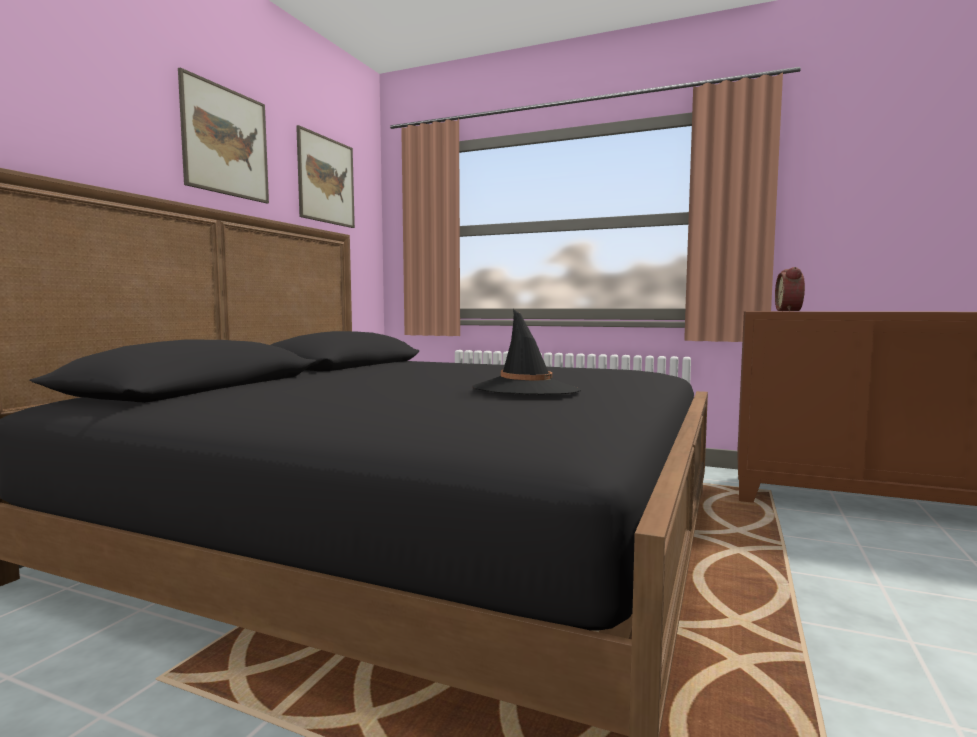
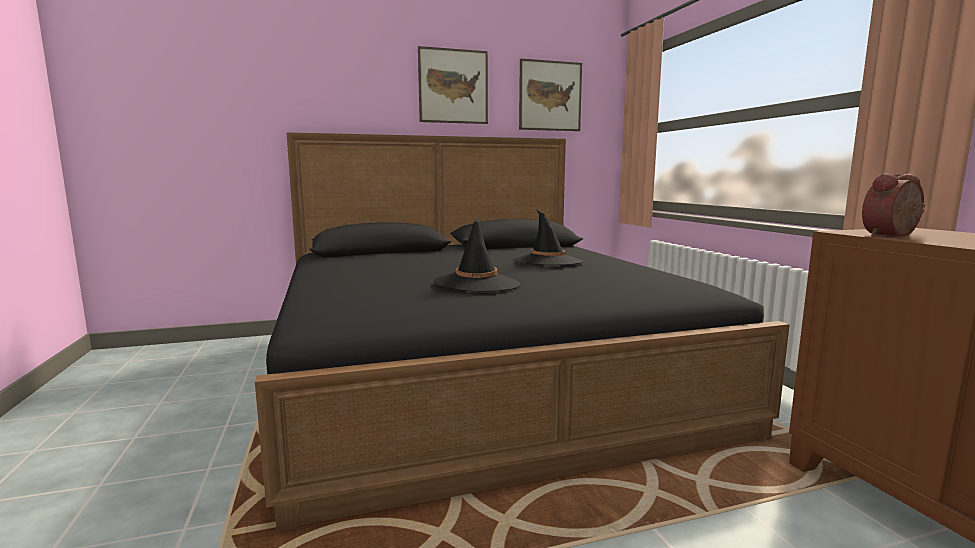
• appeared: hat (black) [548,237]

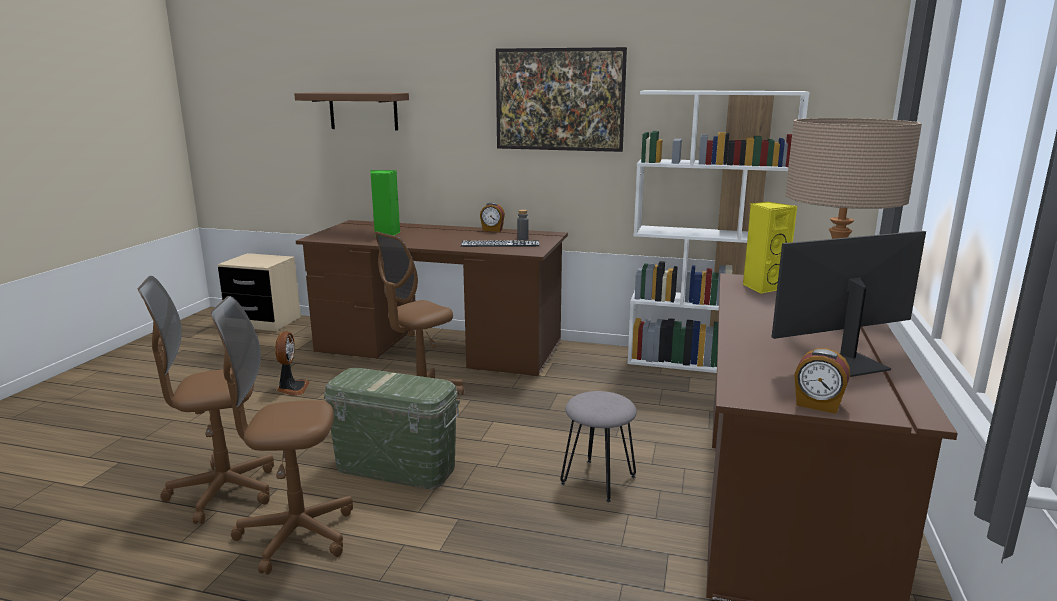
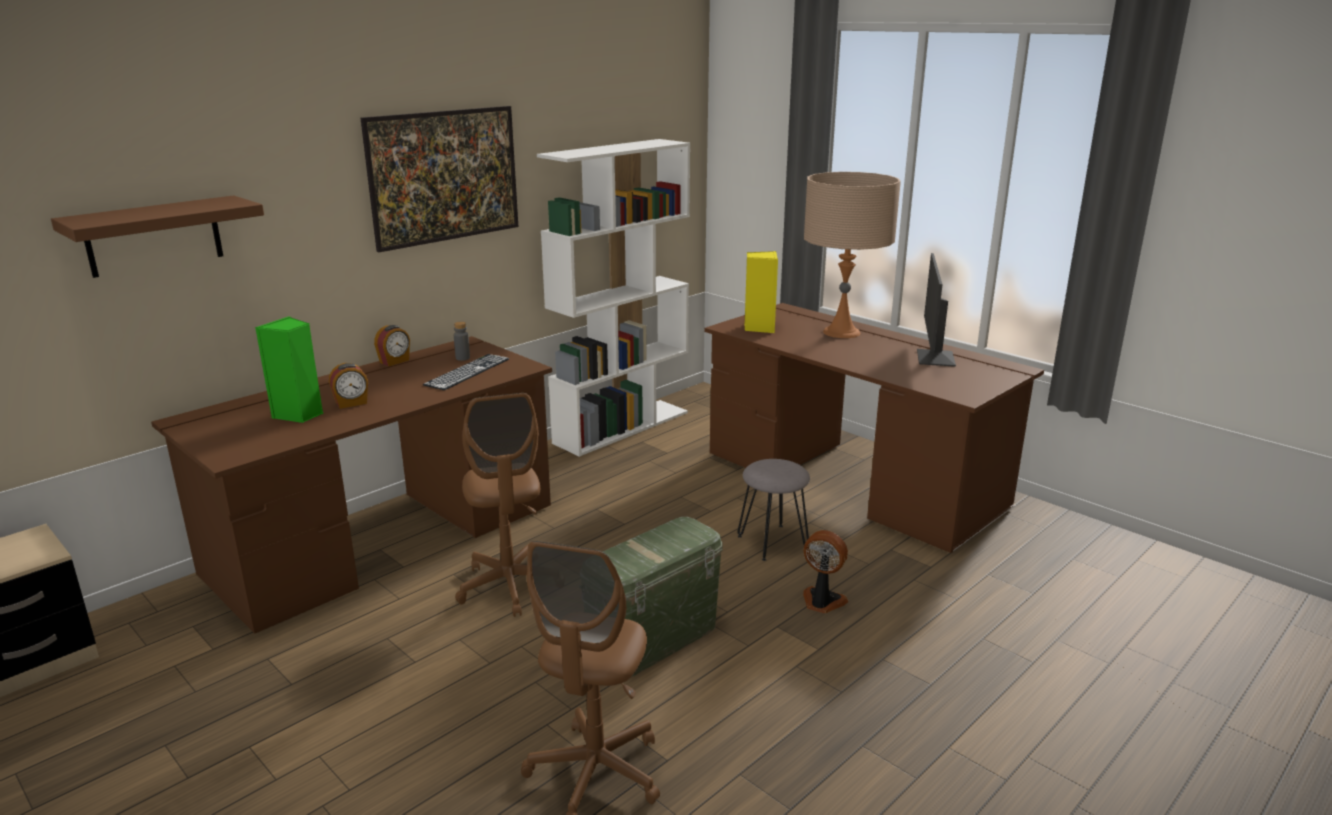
• missing: office chair (brown) [281,435]
• relocated: fan [292,364] to [825,571]
• relocated: alarm clock [822,381] to [348,386]

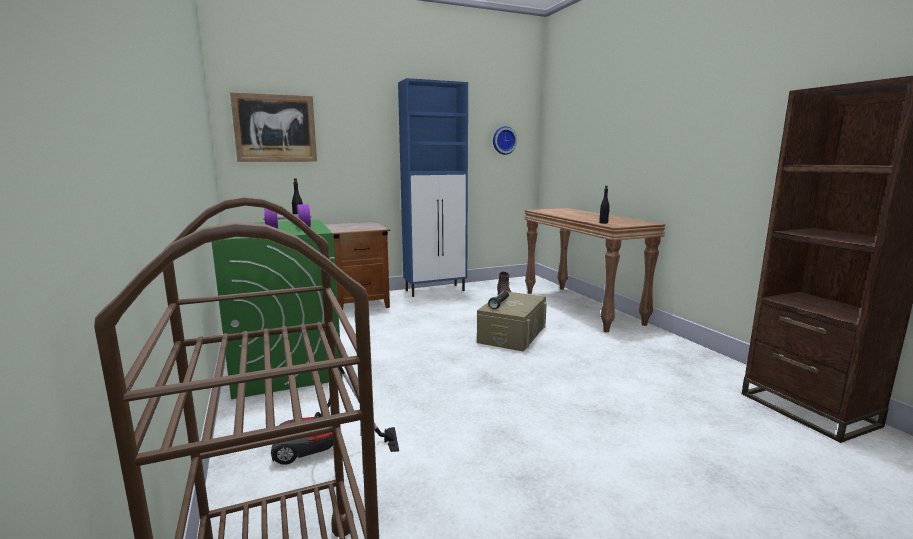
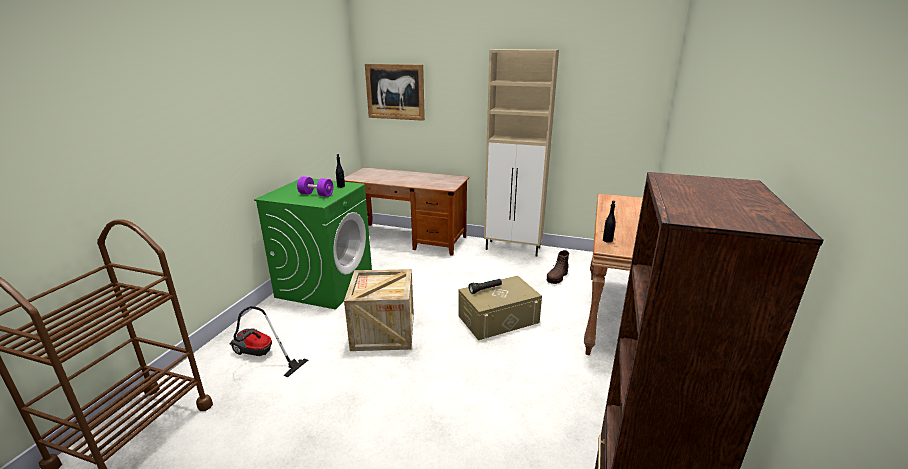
• colour: cabinet (blue) [433,187] to cabinet (beige) [521,153]
• missing: wall clock [505,140]
• appeared: crate [379,310]

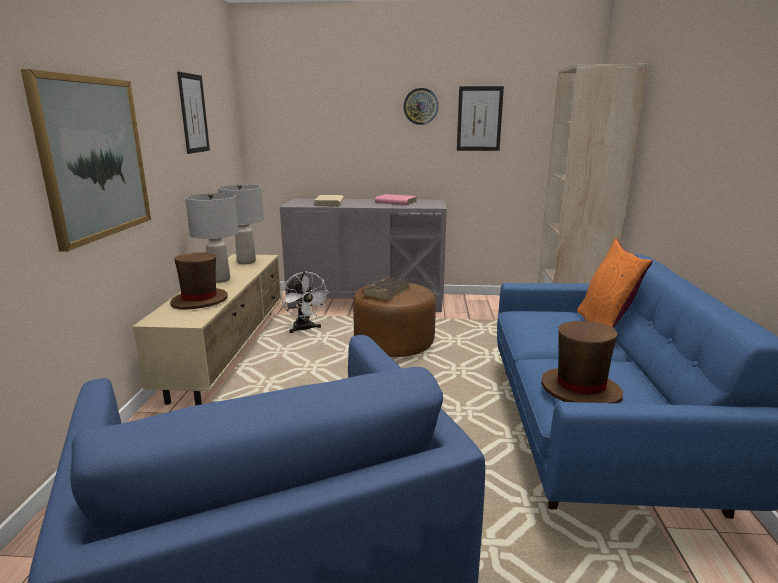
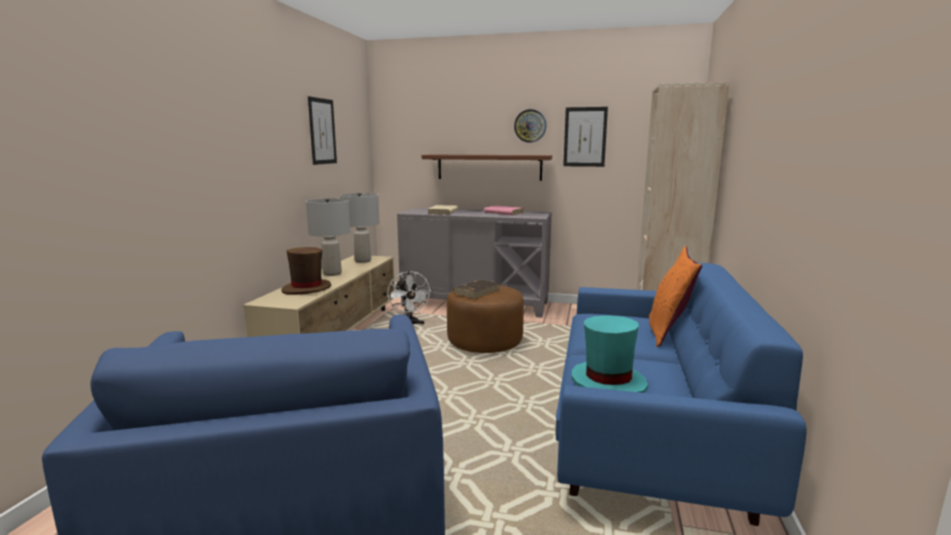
• missing: picture [86,160]
• colour: hat (brown) [582,362] to hat (turquoise) [609,354]
• appeared: shelf (brown) [487,168]

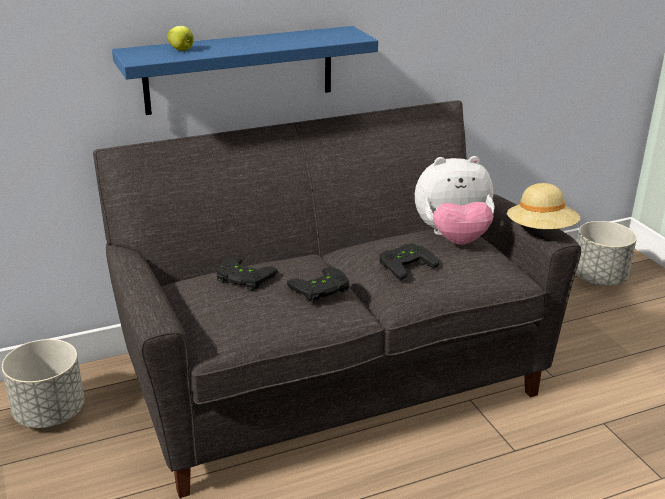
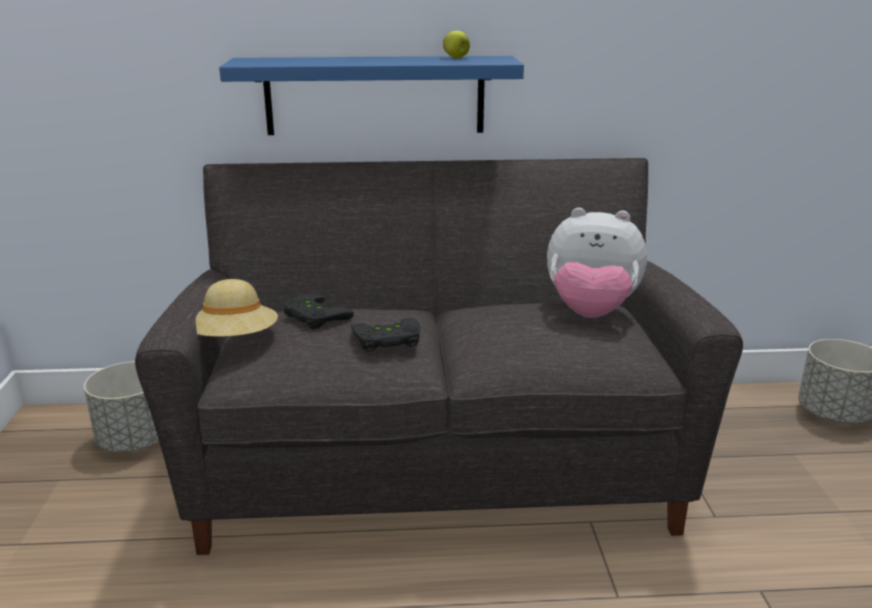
• relocated: apple [180,38] to [456,44]
• missing: game controller (black) [409,261]
• relocated: hat (beige) [543,206] to [237,308]

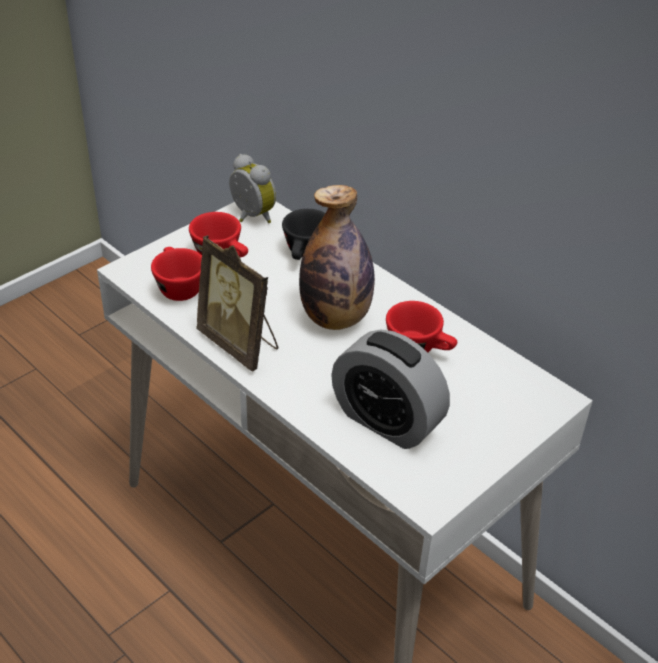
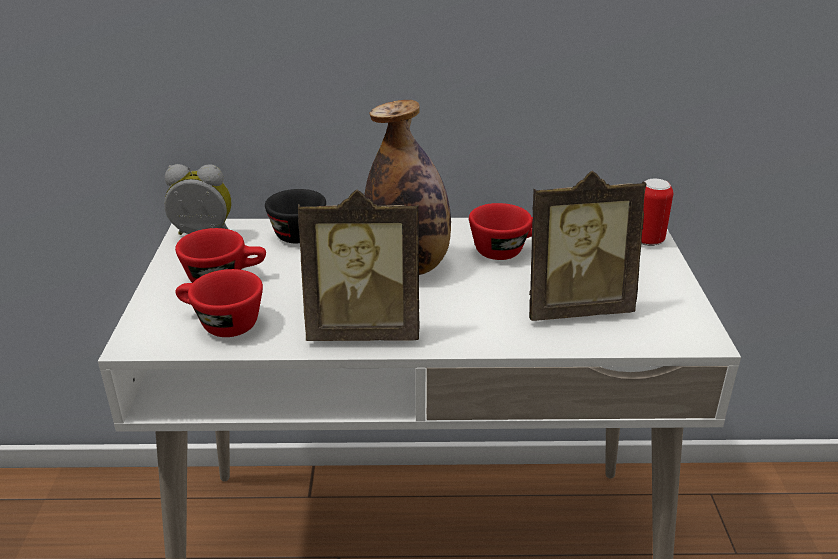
• exchanged: alarm clock [390,389] to picture frame [588,246]
• appeared: can [657,212]

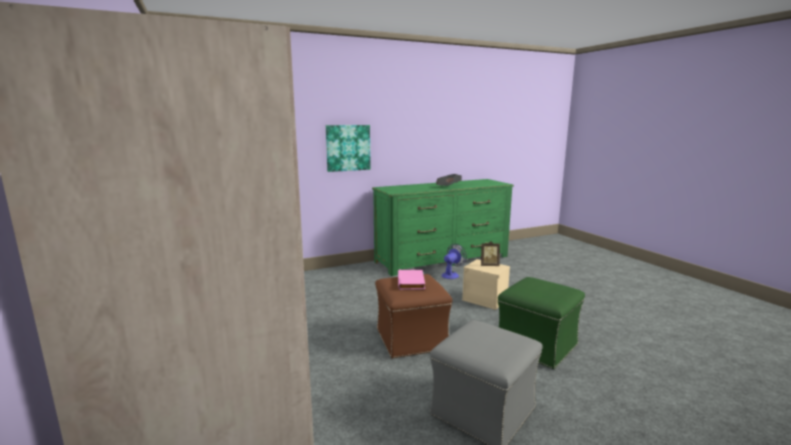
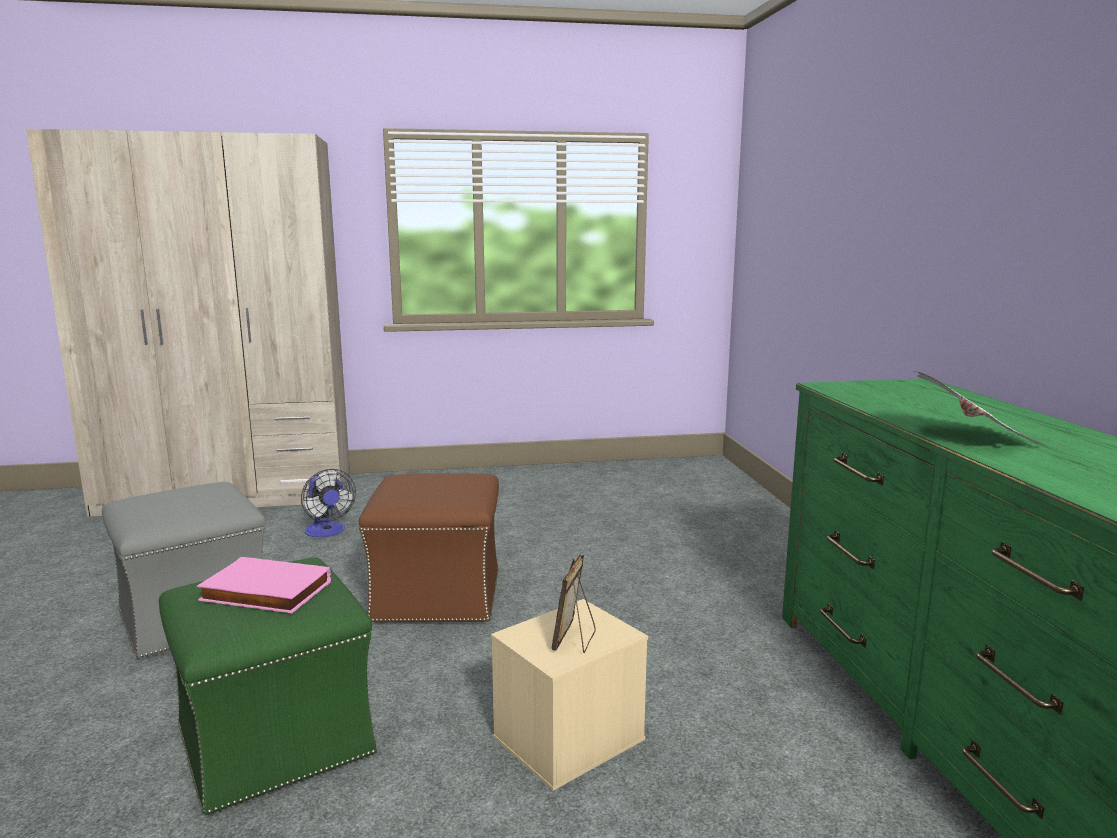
• missing: picture [348,148]
• relocated: book (pink) [411,280] to [264,585]
• relocated: fan [454,261] to [328,503]

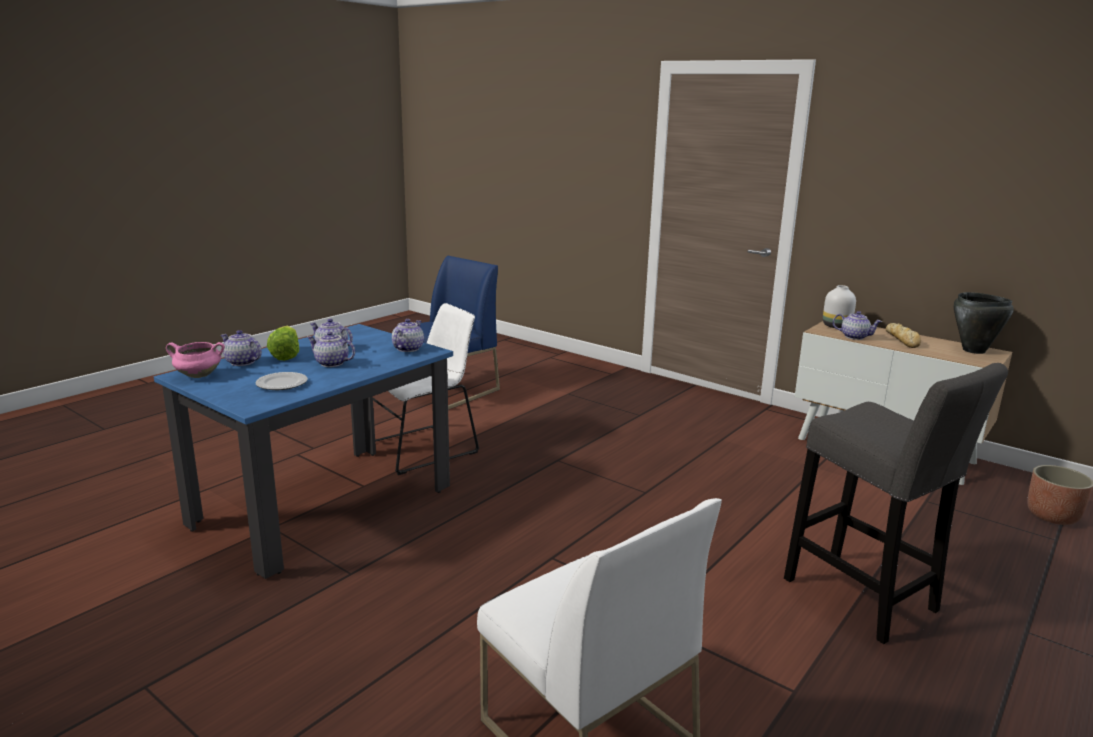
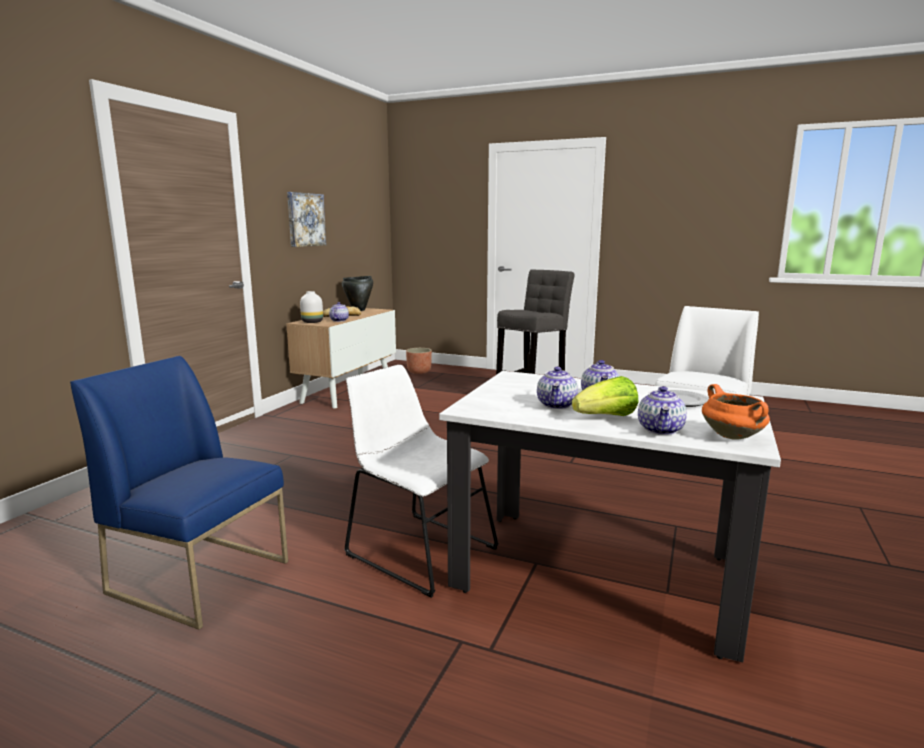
• colour: dining table (blue) [303,451] to dining table (white) [610,516]
• colour: cooking pot (pink) [195,360] to cooking pot (orange) [736,412]
• missing: teapot [408,335]
• appeared: picture [306,219]

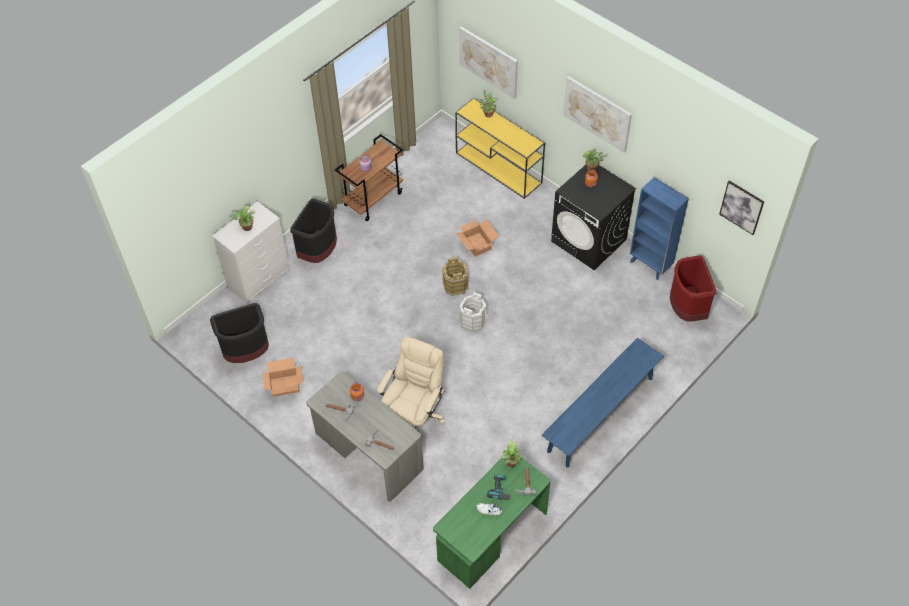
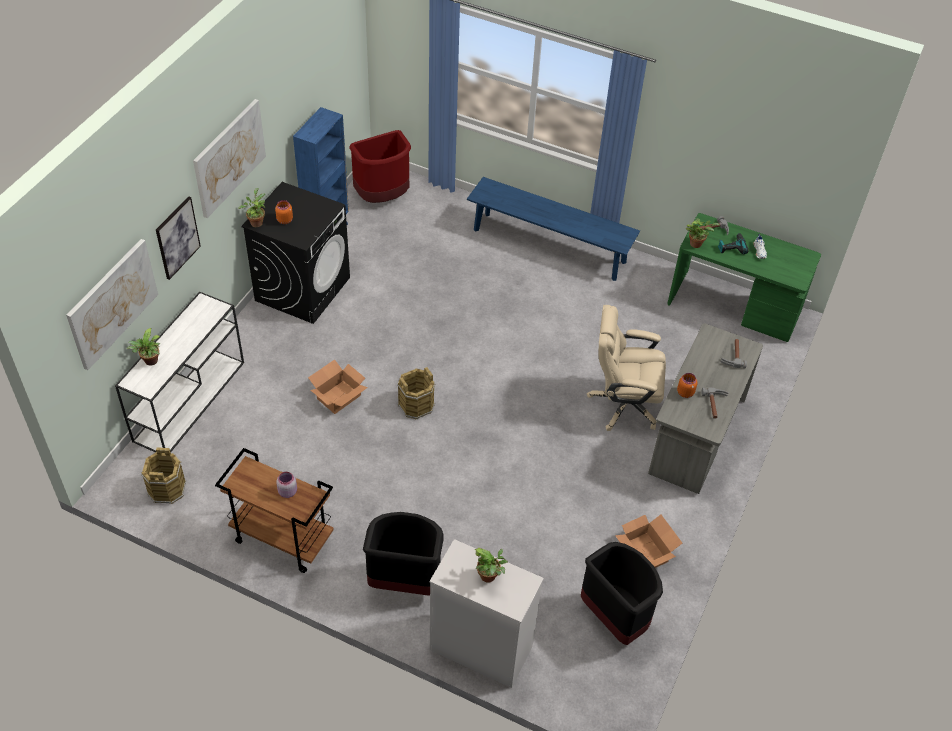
• colour: console table (yellow) [500,148] to console table (white) [179,372]
• missing: bucket (white) [473,312]
• relocated: picture [741,208] to [178,238]
• appeared: bucket (brown) [163,475]

